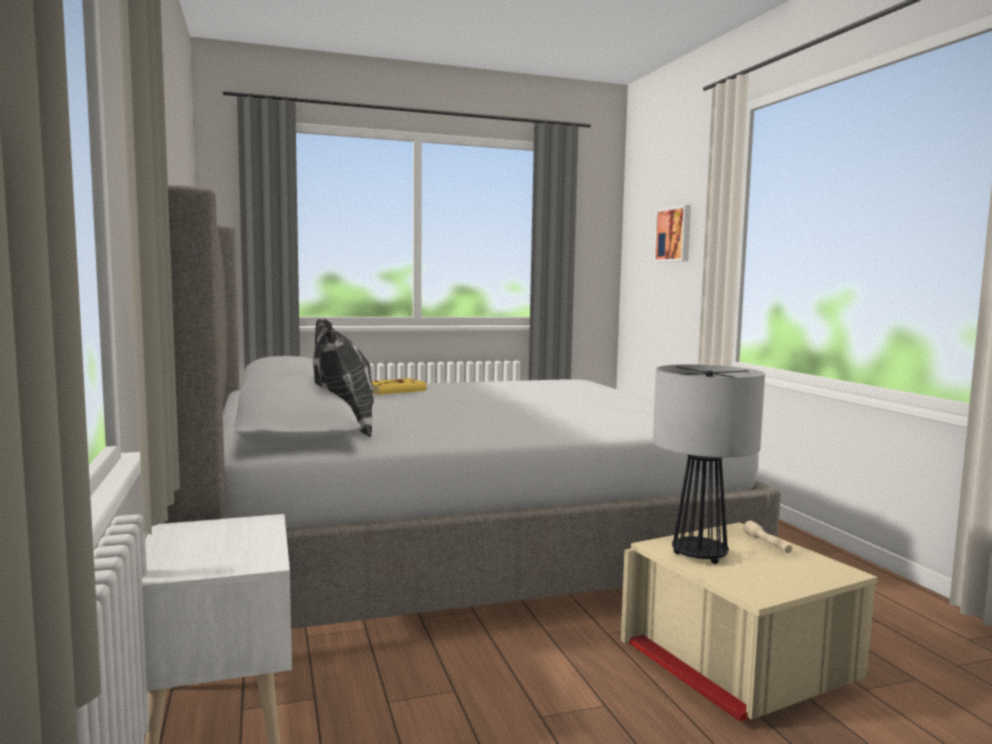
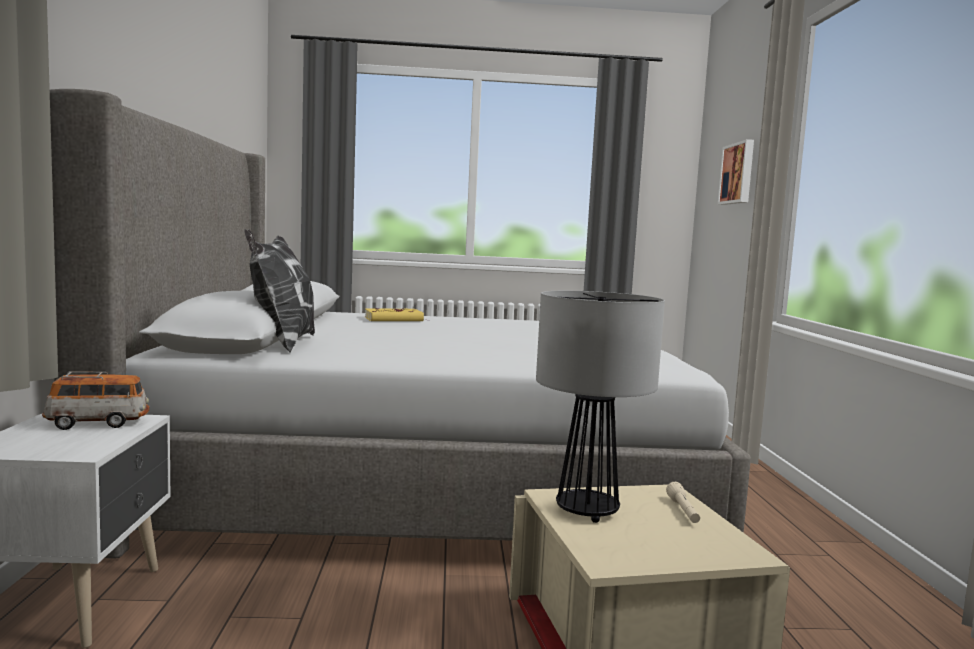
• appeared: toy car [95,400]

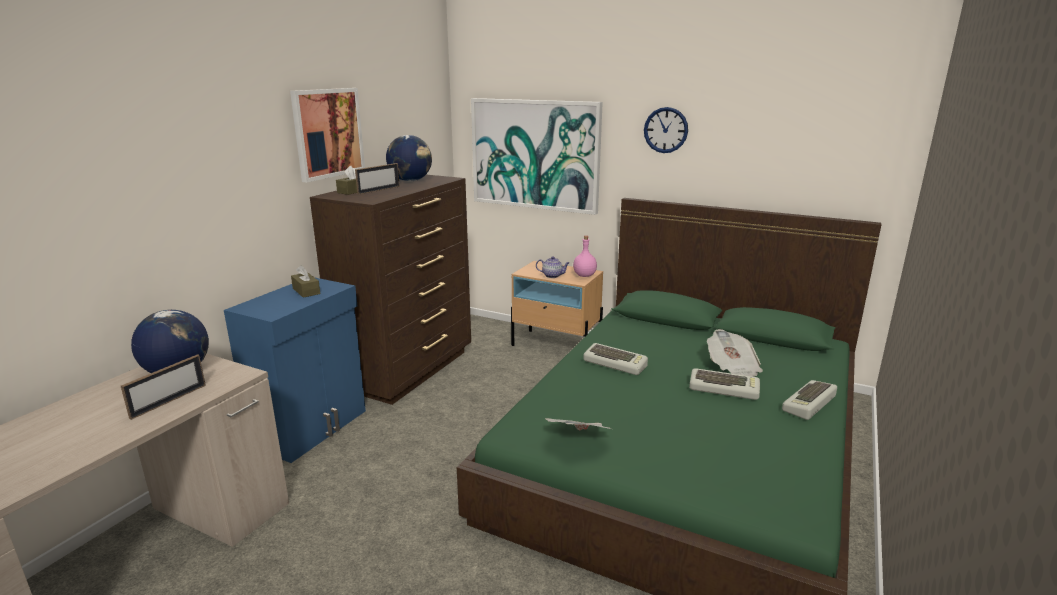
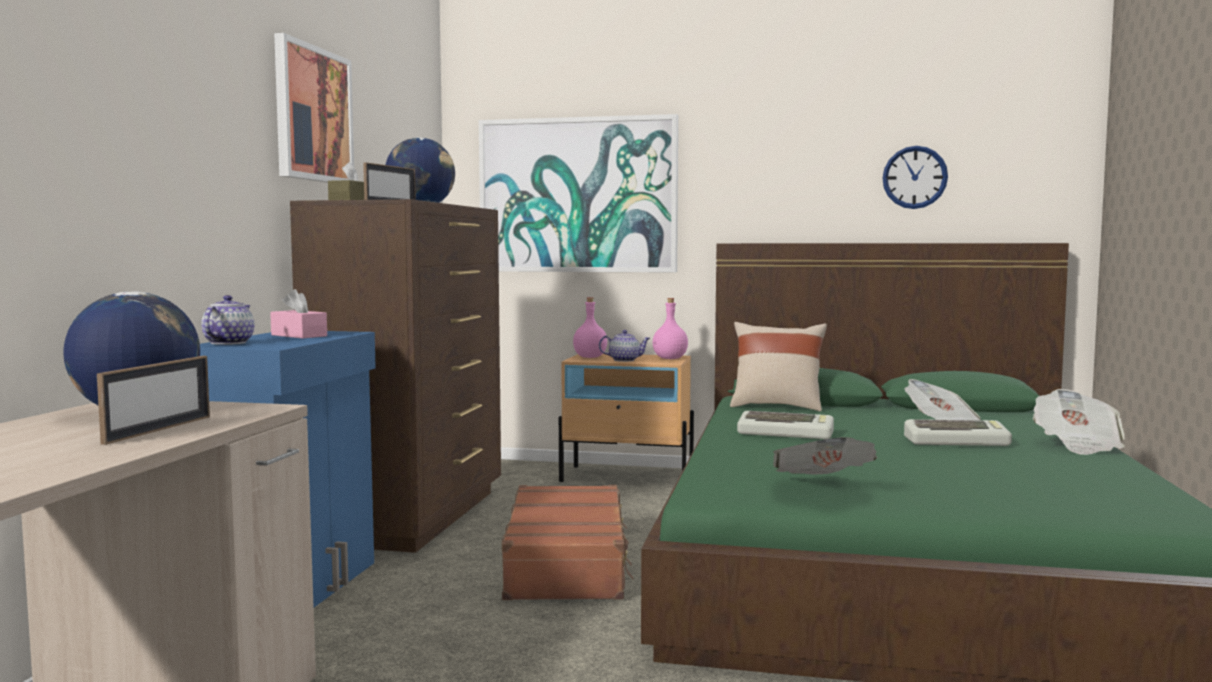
• colour: tissue box (brown) [305,281] to tissue box (pink) [298,314]
• relocated: wall clock [666,130] to [915,177]
• exchanged: keyboard [809,400] to newspaper [1078,422]
• appeared: teapot [227,320]
• appeared: suitcase (brown) [568,542]
• appeared: bottle (pink) [590,327]
• appeared: pillow (beige) [778,366]

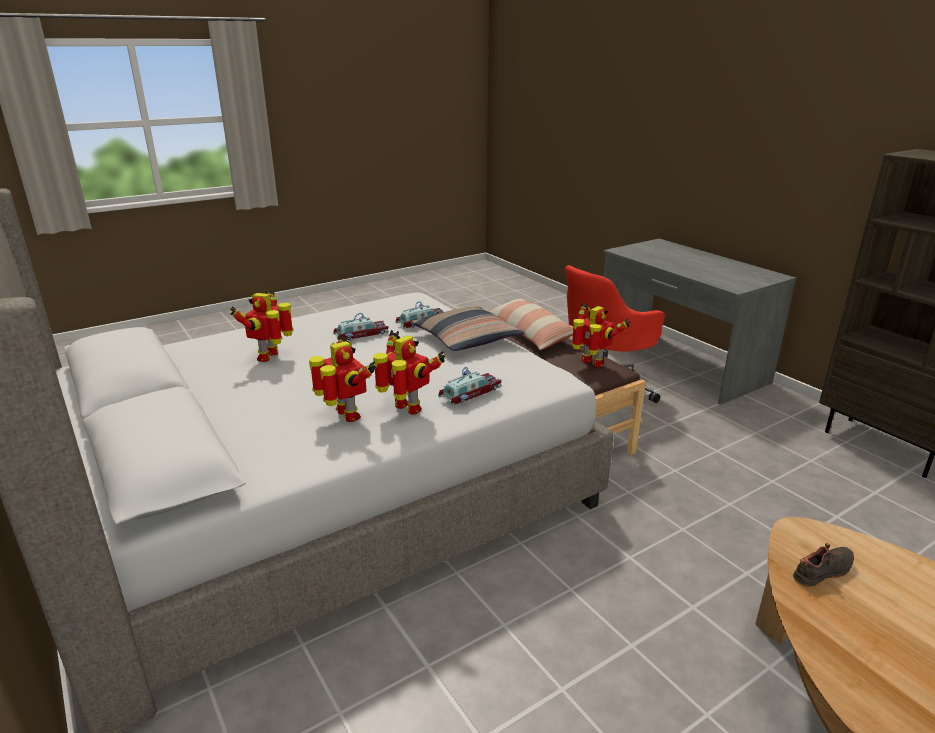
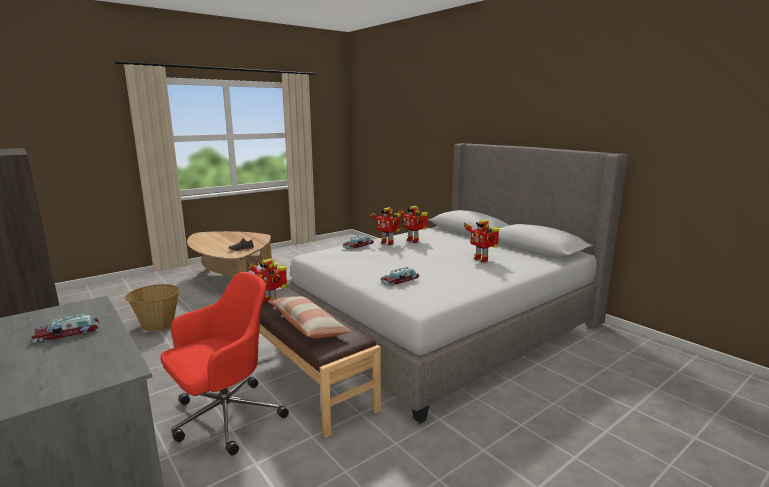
• spun: toy robot [262,326] = [481,241] 135 degrees clockwise
• relocated: toy car [361,326] to [65,328]
• missing: pillow [467,328]
• appeared: basket [152,307]

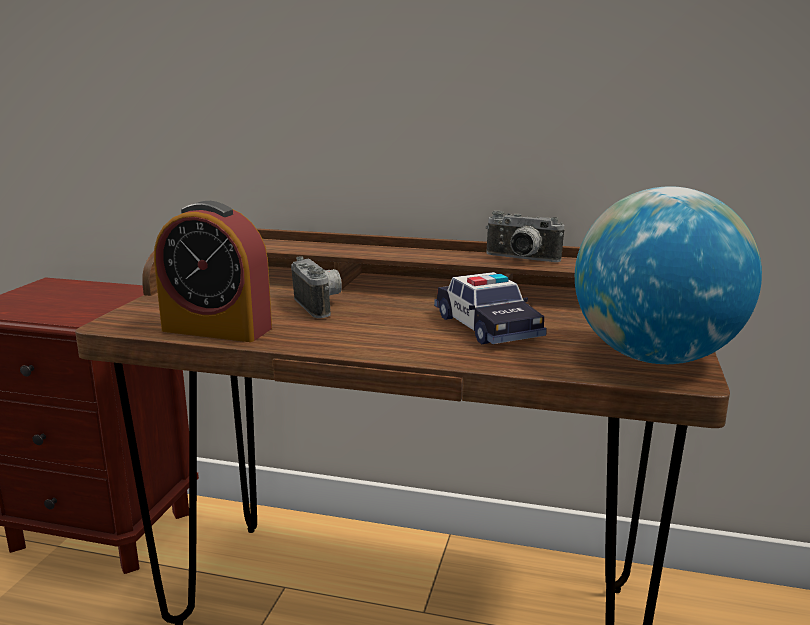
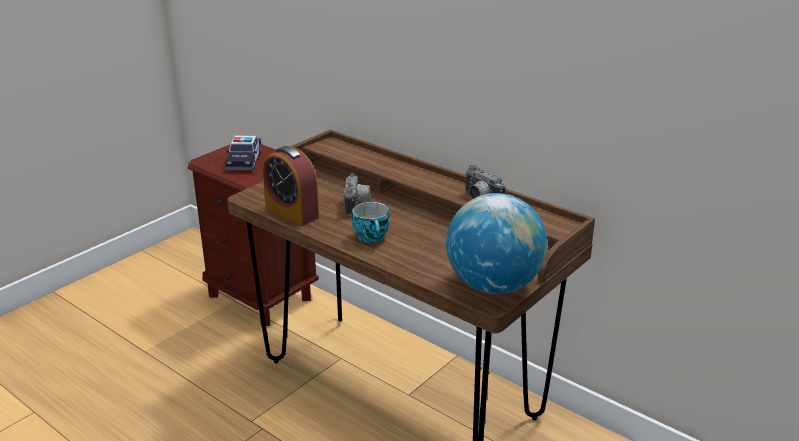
• relocated: toy car [490,308] to [244,152]
• appeared: cup [370,222]

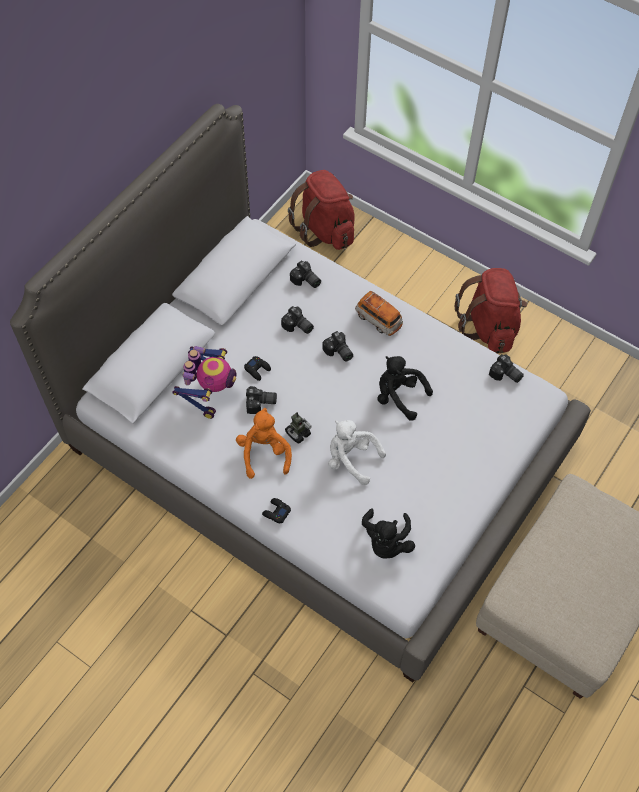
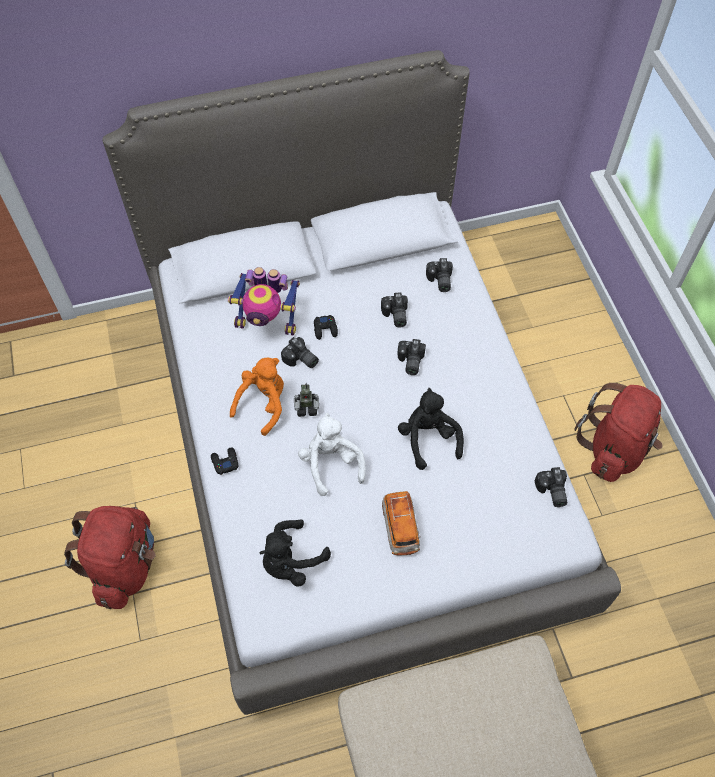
• spun: toy robot [204,382] = [264,301] 45 degrees clockwise
• relocated: backpack (red) [321,210] to [109,557]
• relocated: toy car [379,313] to [401,523]

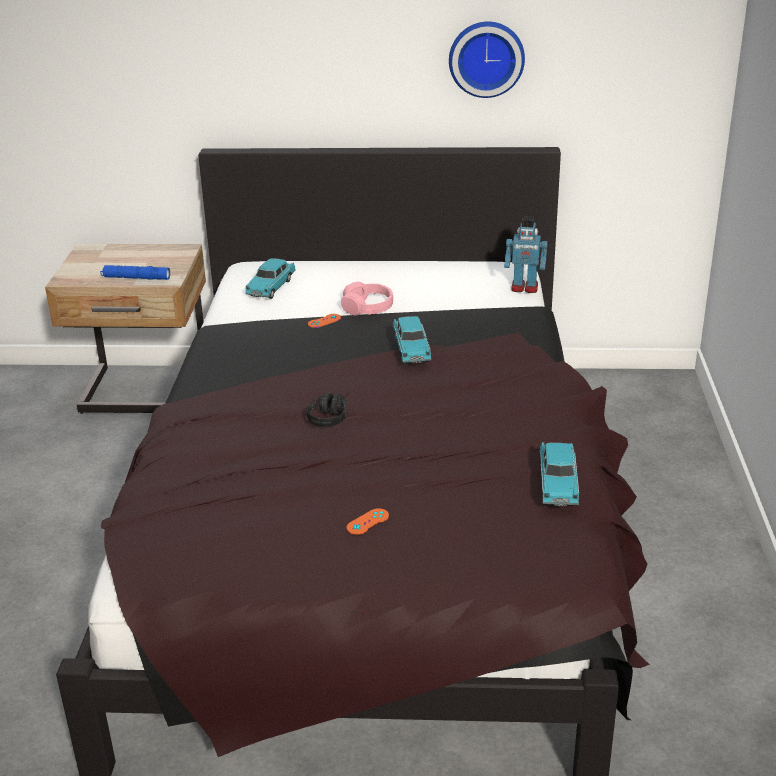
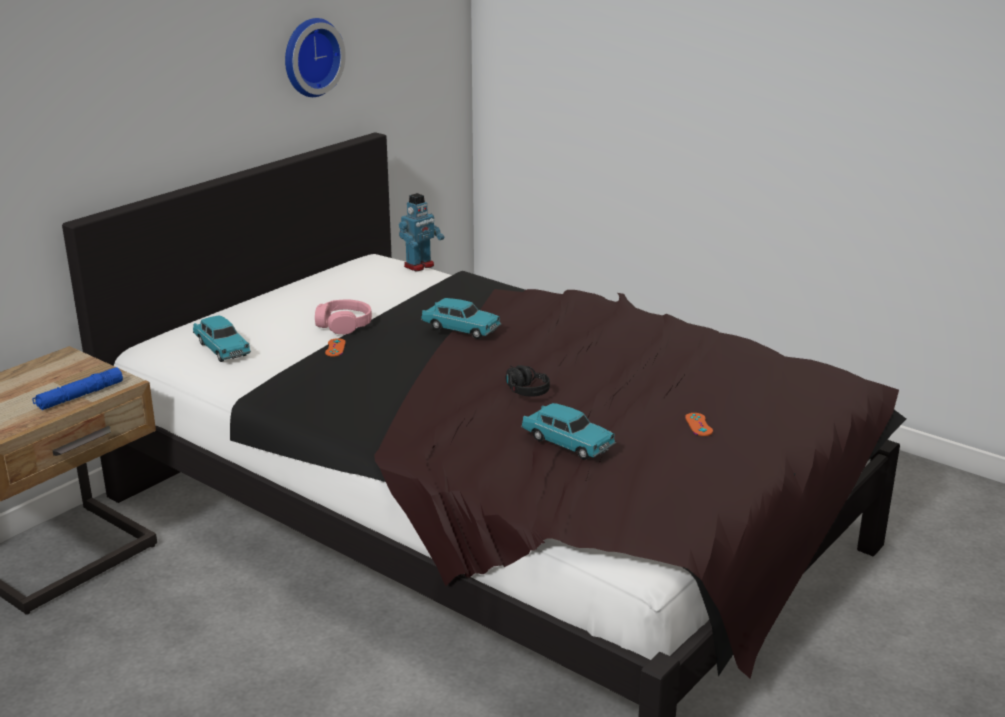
• relocated: toy car (turquoise) [559,474] to [568,431]

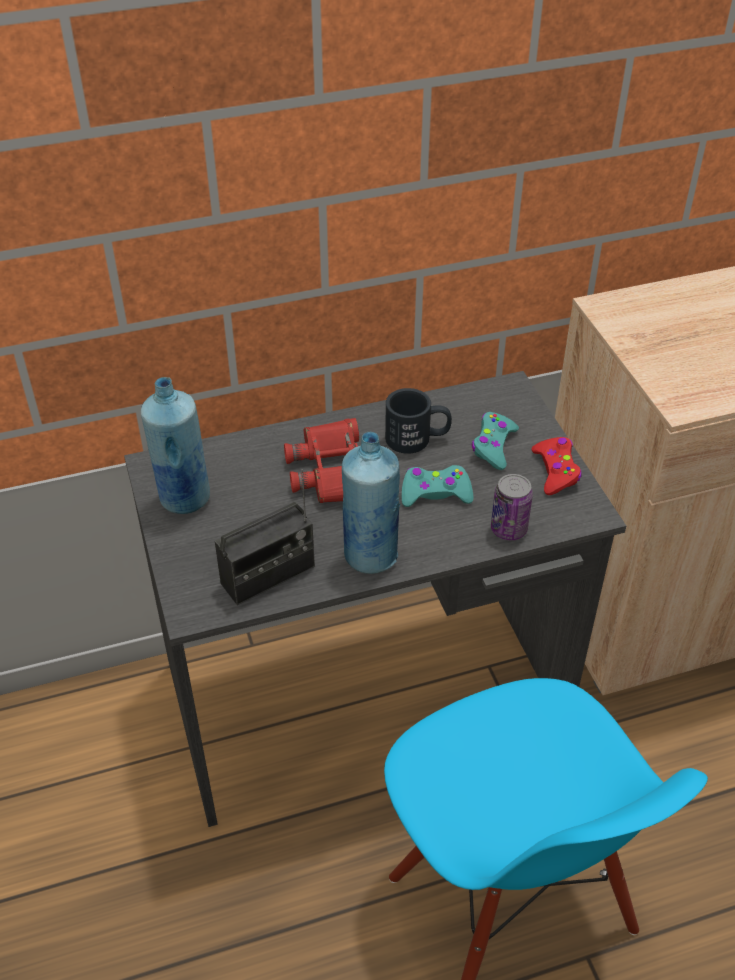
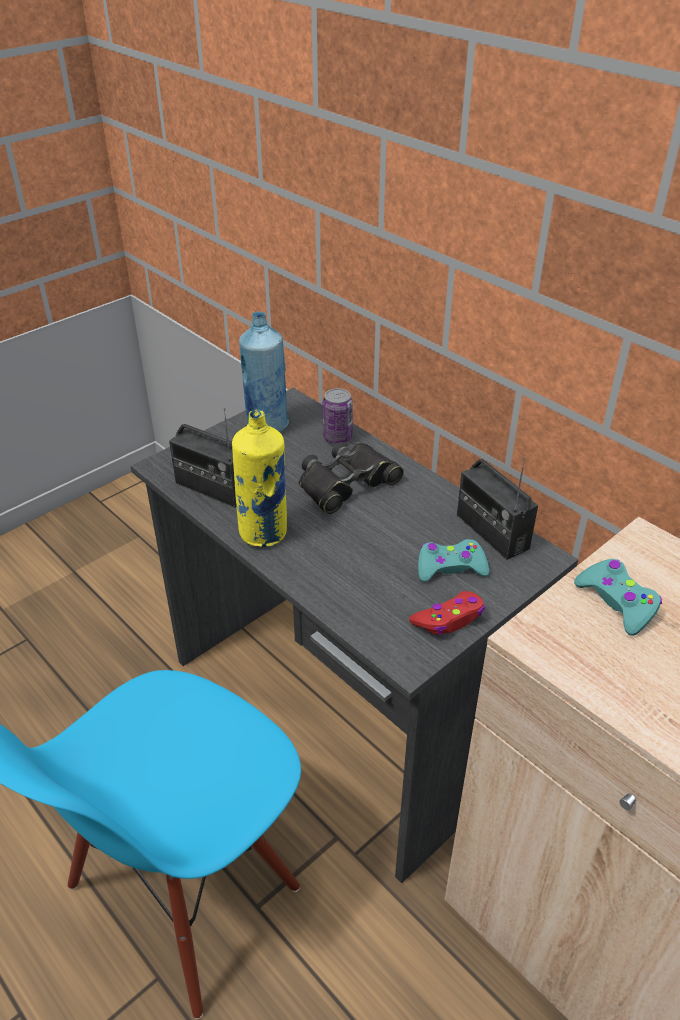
• colour: binoculars (red) [321,460] to binoculars (black) [351,478]
• colour: bottle (blue) [371,503] to bottle (yellow) [259,478]
• missing: mug (black) [418,421]
• relocated: game controller (turquoise) [437,486] to [618,597]
• relocated: can [512,507] to [338,416]
• appeared: radio [497,508]

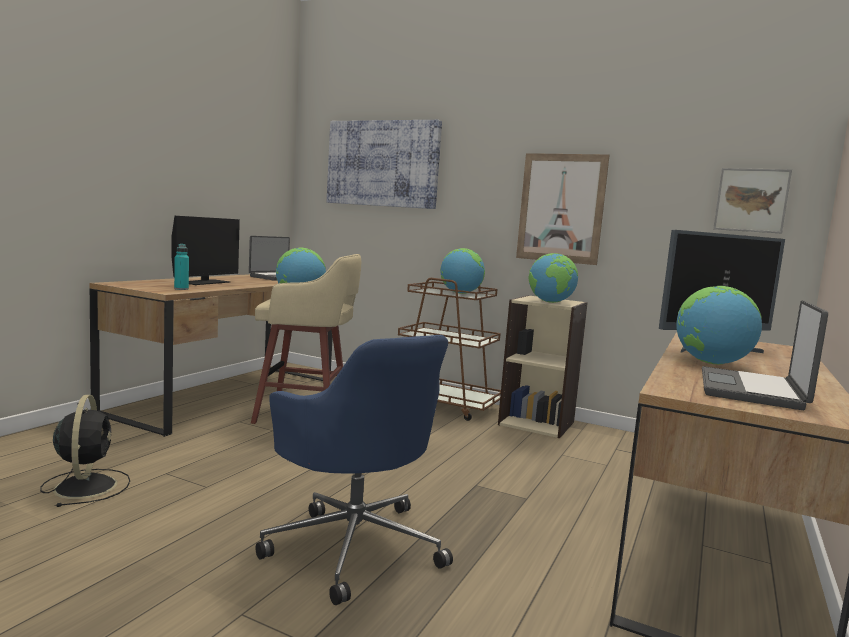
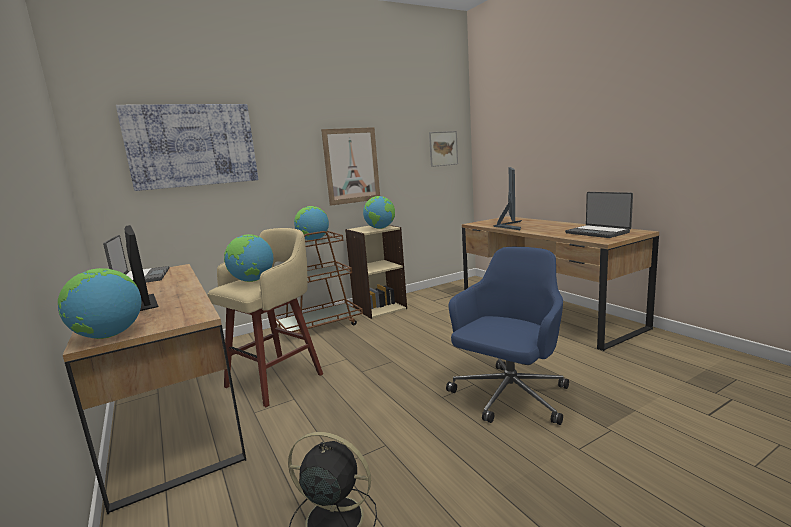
• missing: bottle (turquoise) [181,267]
• spun: office chair (blue) [354,470] = [507,336] 45 degrees counterclockwise
• relocated: globe [719,325] to [99,303]

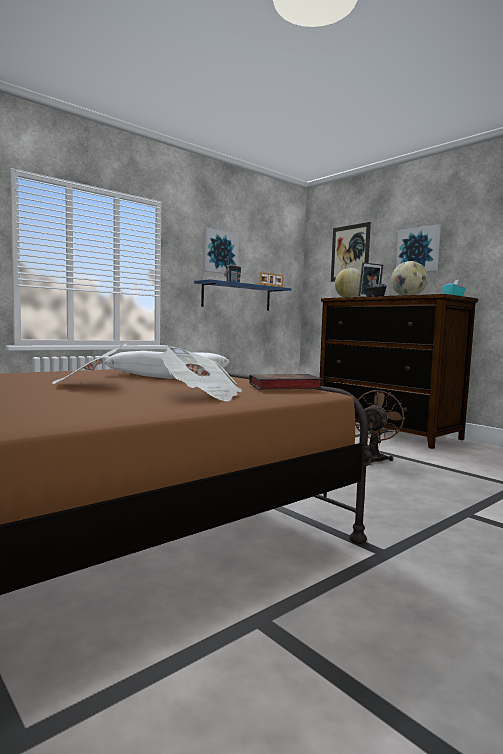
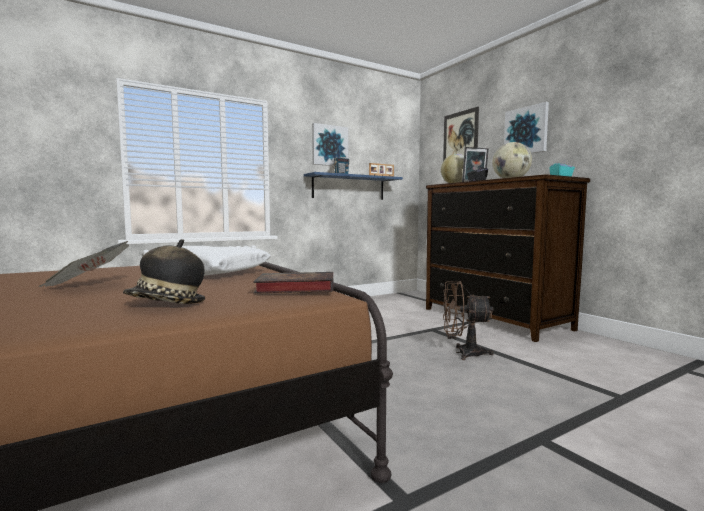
• exchanged: newspaper [201,374] to hat [164,271]
• spun: fan (brown) [380,427] = [468,320] 120 degrees counterclockwise

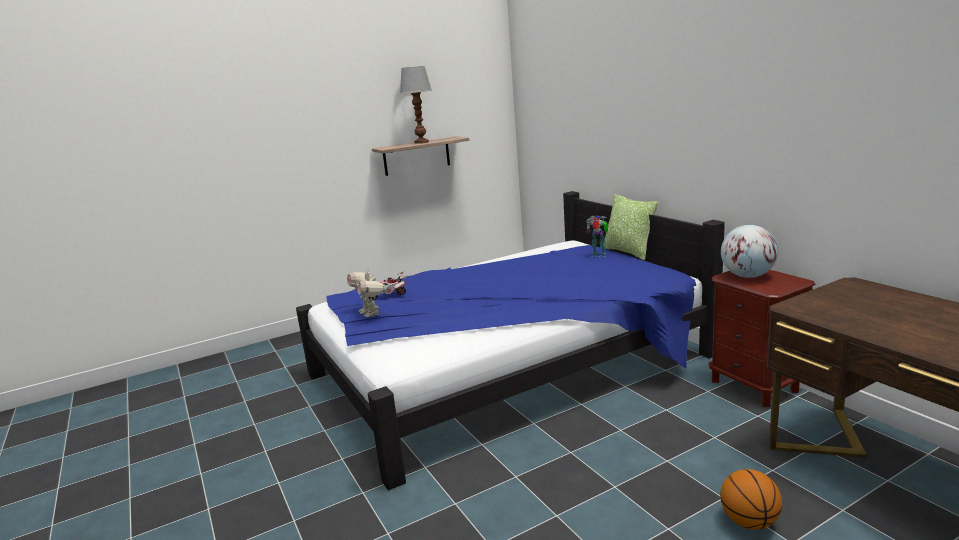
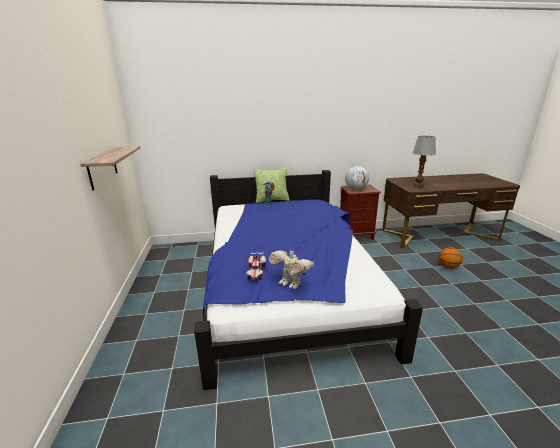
• spun: toy robot [367,293] = [291,268] 45 degrees clockwise
• relocated: table lamp [416,105] to [424,162]

